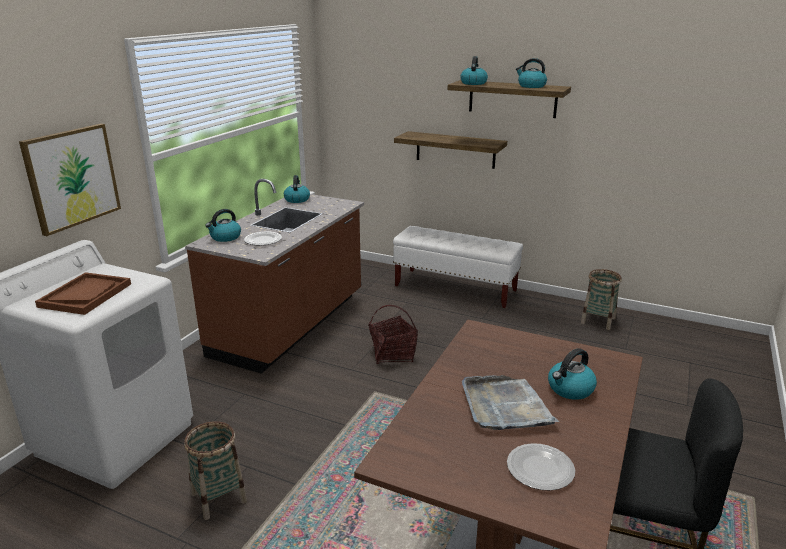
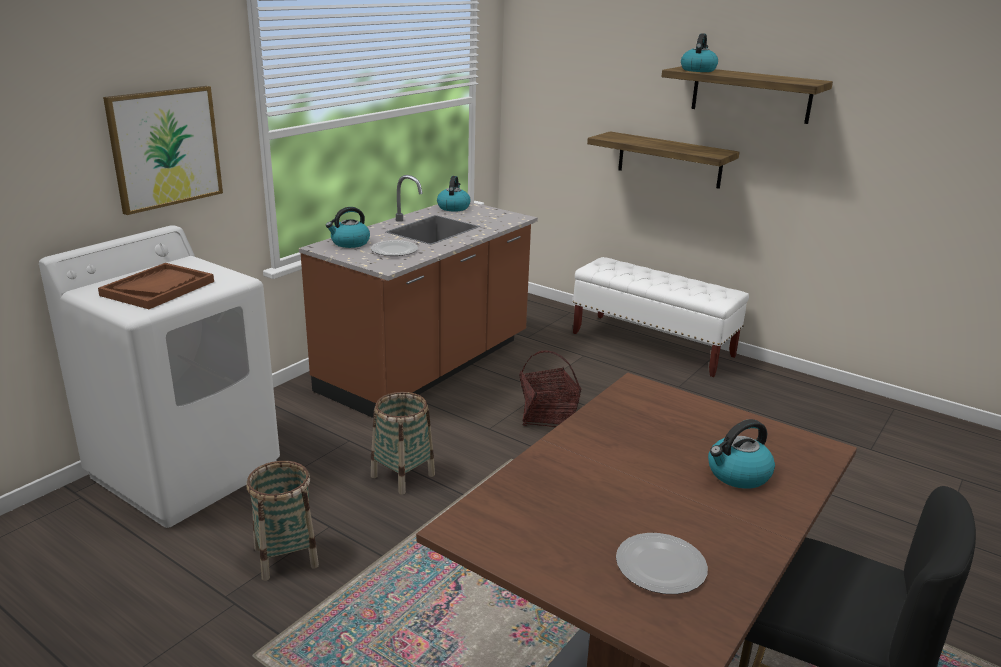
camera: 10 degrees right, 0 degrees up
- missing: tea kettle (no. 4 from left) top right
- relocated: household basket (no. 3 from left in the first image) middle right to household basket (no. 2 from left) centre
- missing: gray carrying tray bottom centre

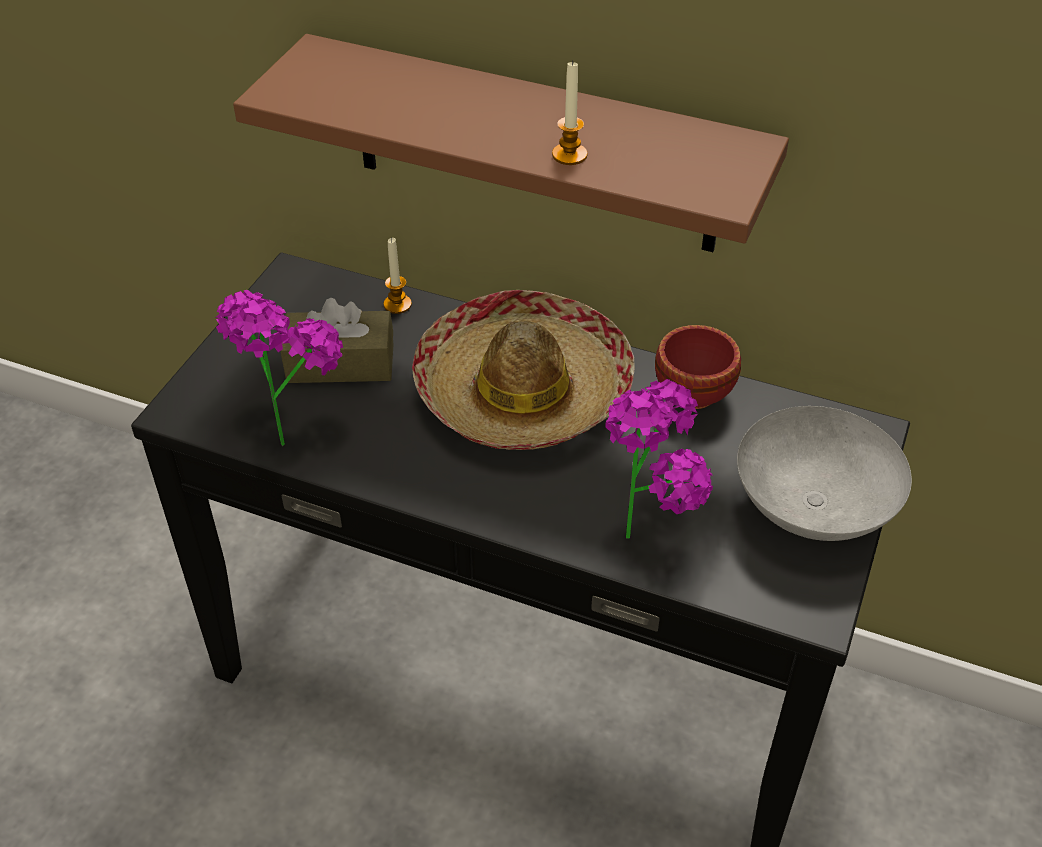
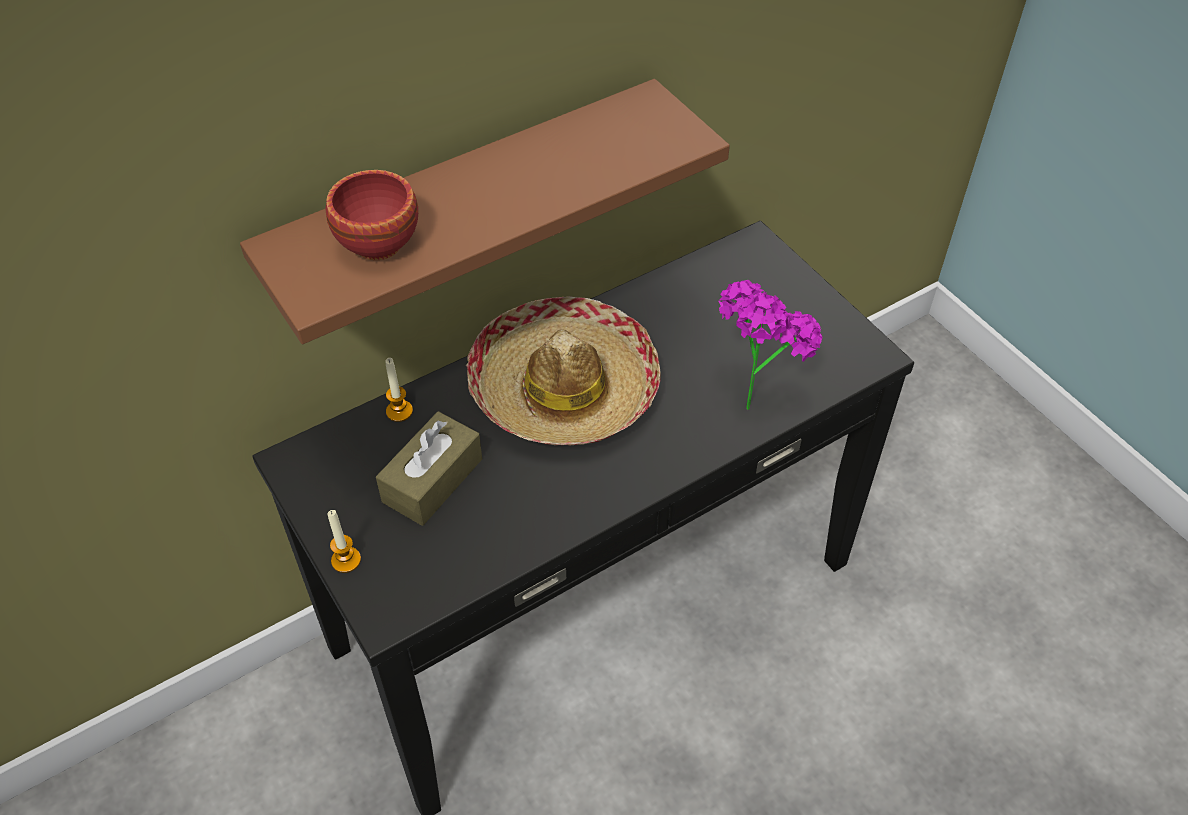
camera: 55 degrees left, 5 degrees up
- relocated: wax light (no. 2 from left in the first image) top centre to wax light (no. 1 from left) middle left
- missing: plant in a pot (no. 1 from left) middle left
- relocated: red serving bowl middle right to top left
- missing: gray serving bowl middle right

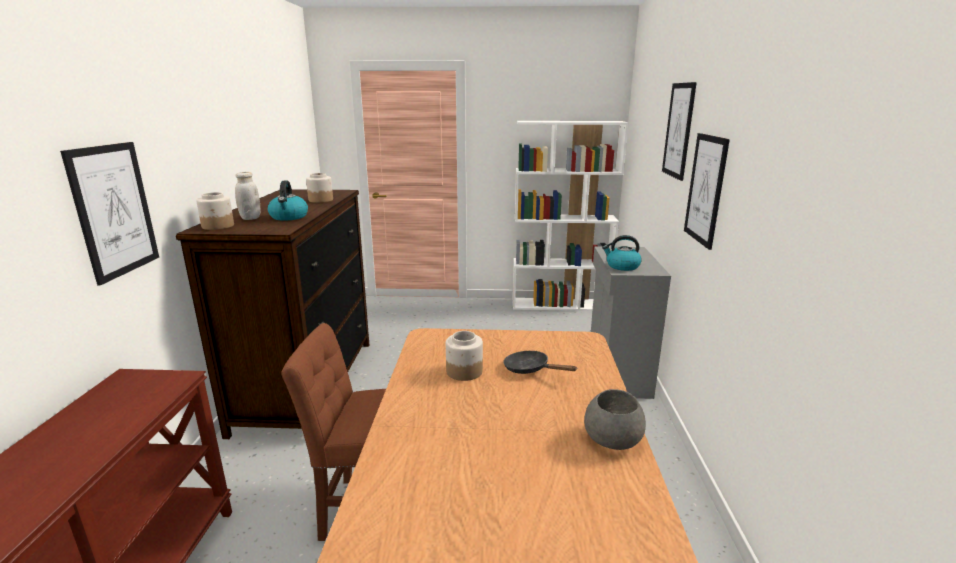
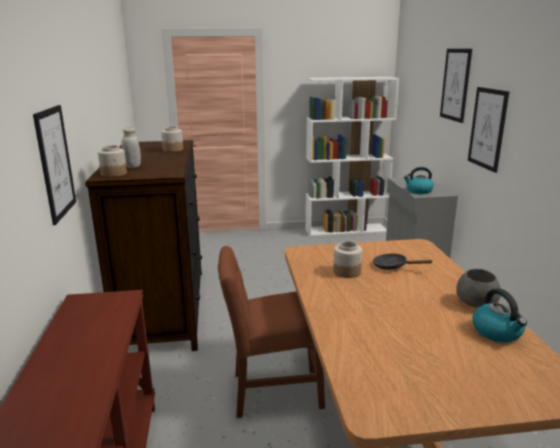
camera: 10 degrees left, 0 degrees up
- relocated: tea kettle (no. 1 from left in the first image) middle left to tea kettle (no. 2 from left) bottom right

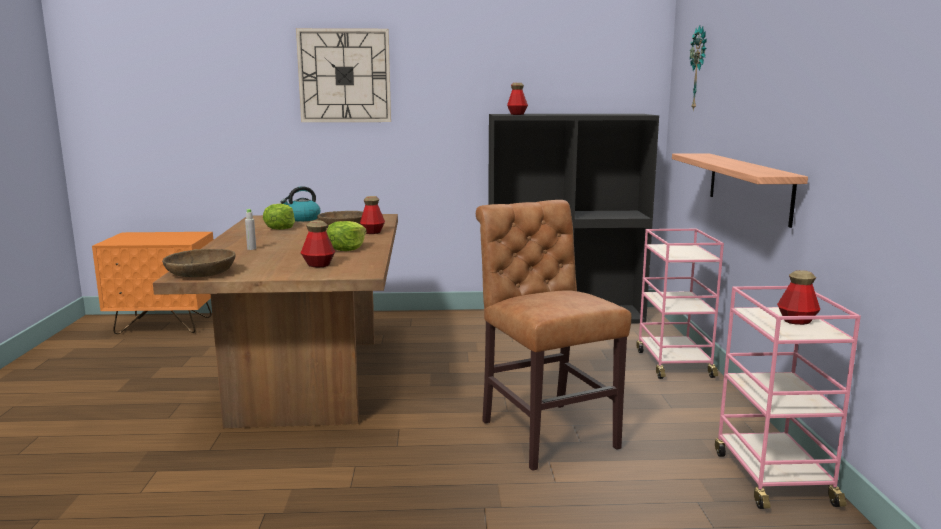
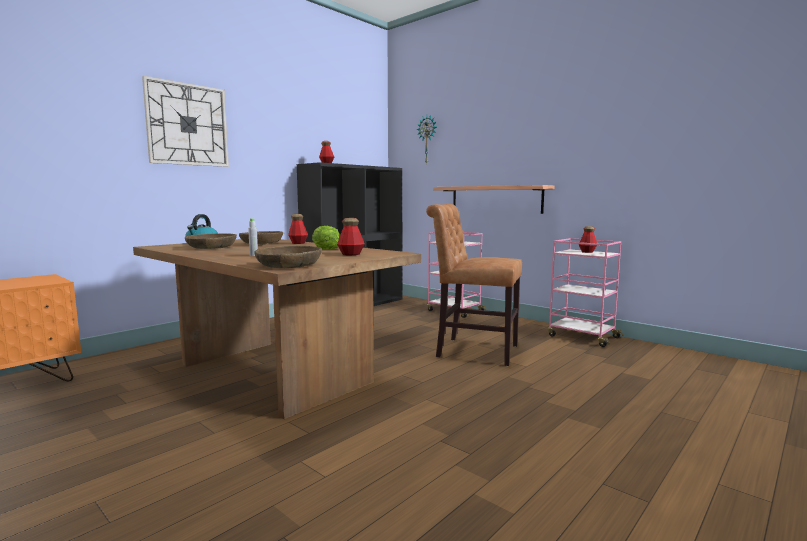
camera: 45 degrees left, 5 degrees down
- exchanged: lettuce head (no. 1 from left) middle left to brownish serving bowl (no. 1 from left) middle left

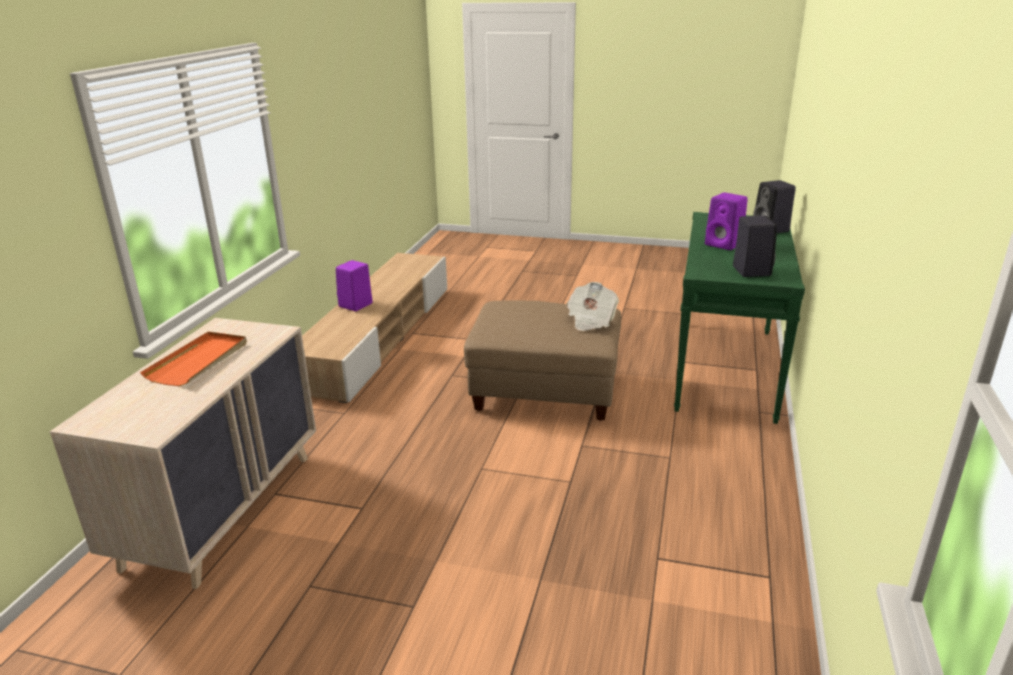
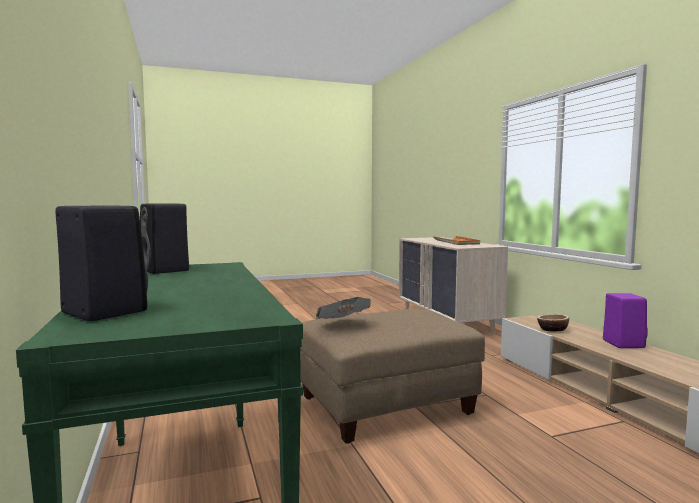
camera: 145 degrees right, 20 degrees down
- missing: purplish loudspeaker (no. 2 from left) top right
- appeared: serving bowl middle right

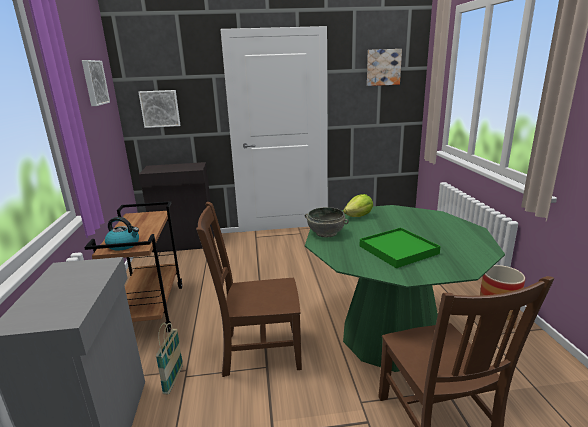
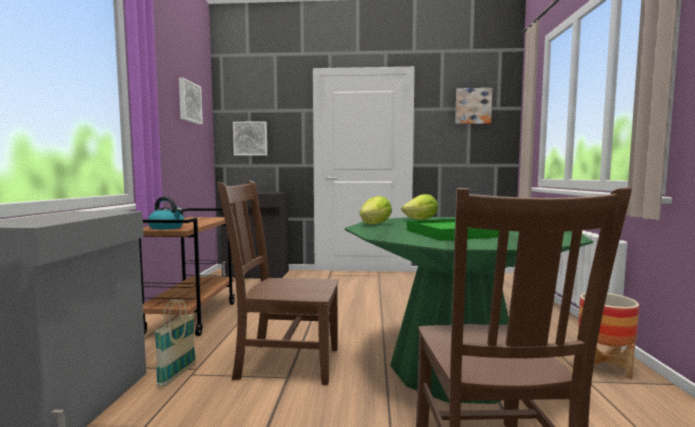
camera: 10 degrees right, 15 degrees down
- exchanged: gray serving bowl centre to lettuce head (no. 1 from left) centre

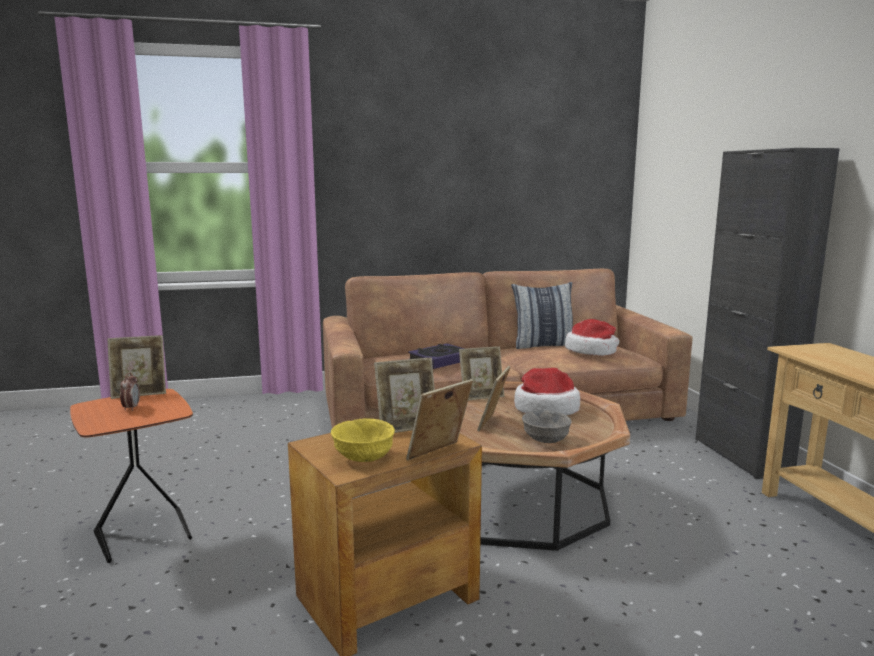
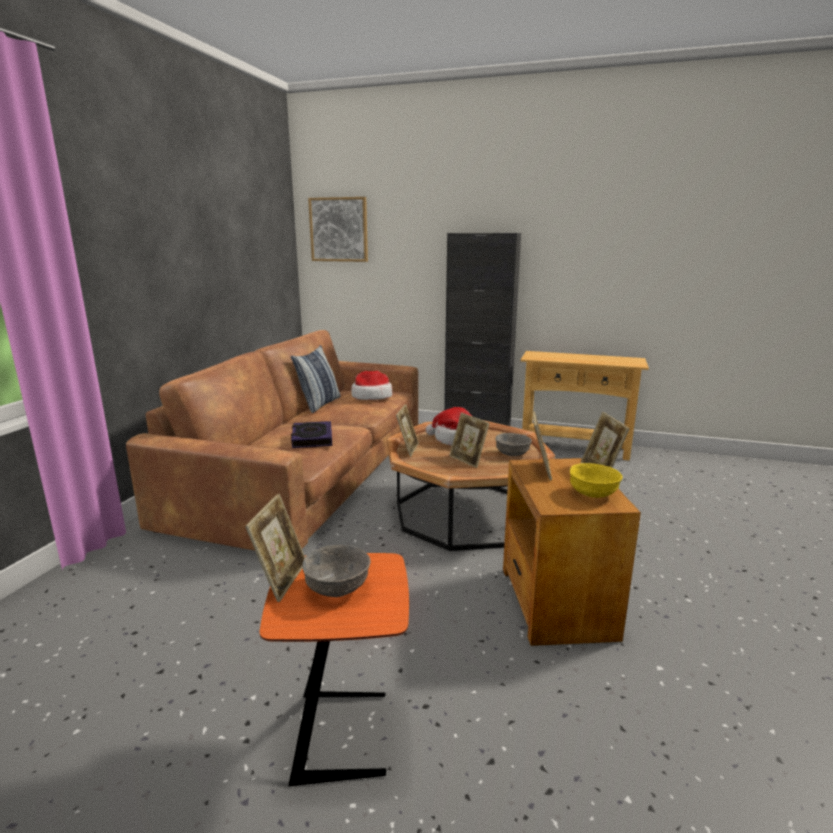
camera: 60 degrees left, 5 degrees up
- exchanged: bedside clock middle left to gray serving bowl (no. 1 from left) bottom centre
- appeared: picture top centre

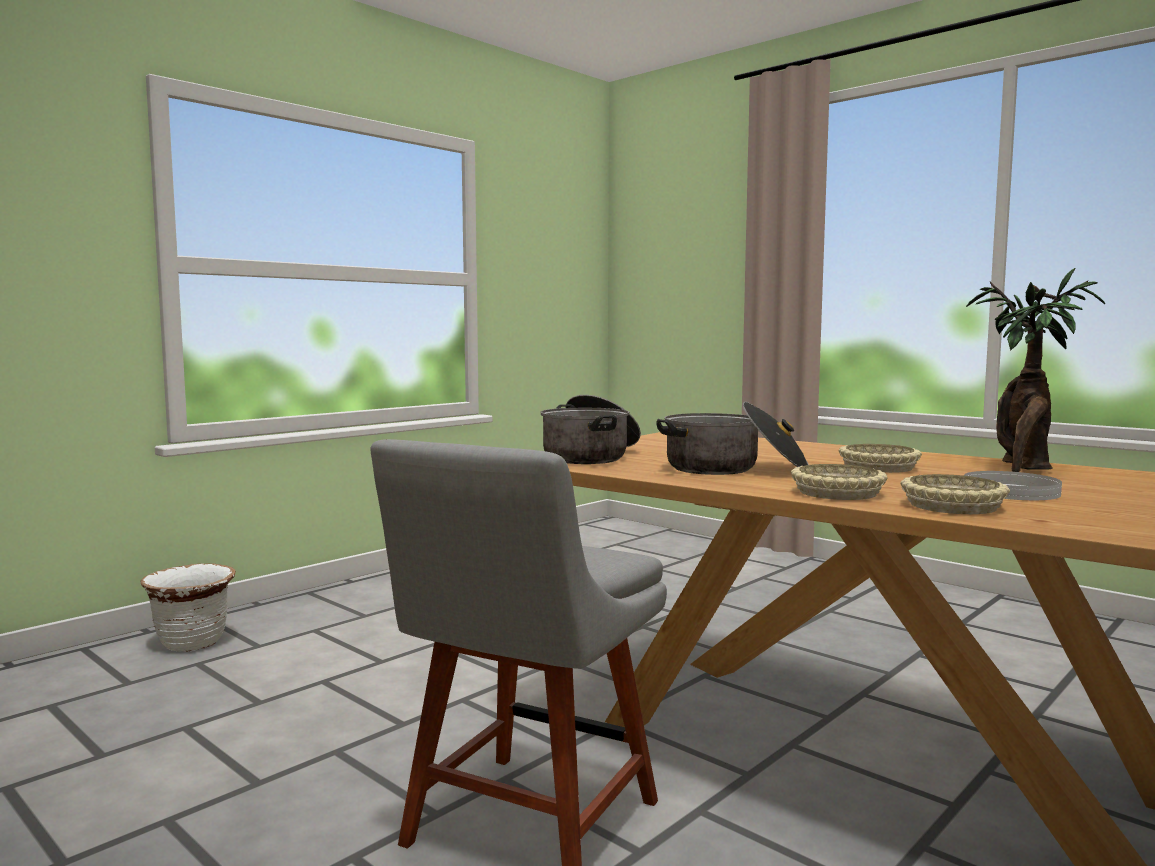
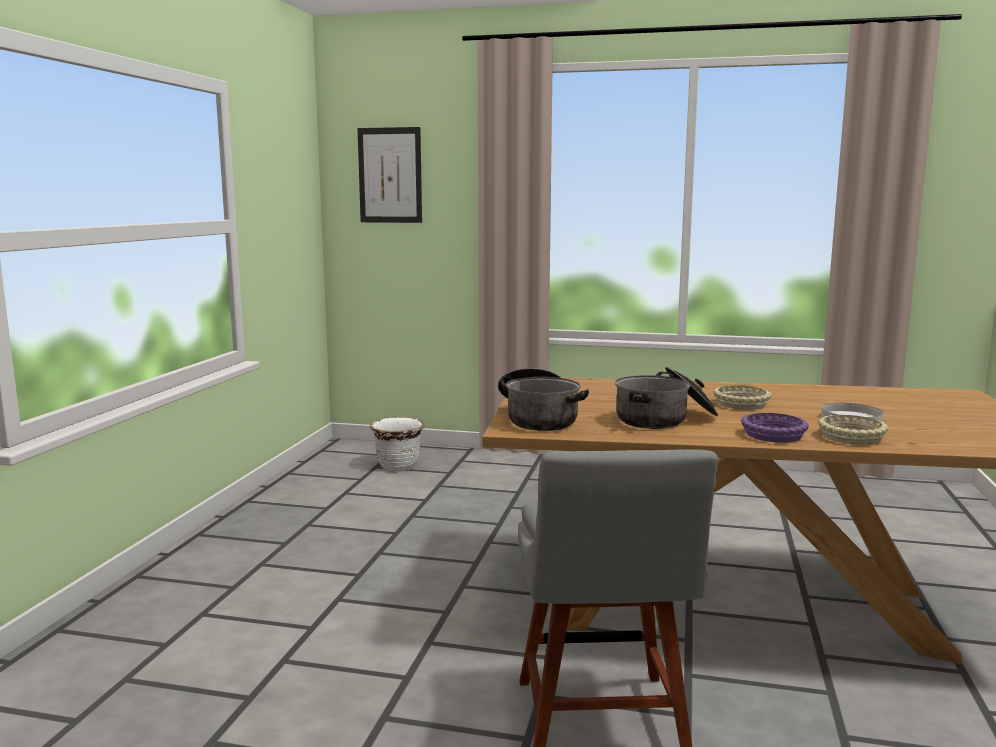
camera: 30 degrees left, 5 degrees up
- missing: plant in a pot middle right
- colour: beige-coloured serving bowl (no. 1 from left) middle right to purplish serving bowl middle right
- relocated: white-coloured planter bottom left to centre
- appeared: picture top centre

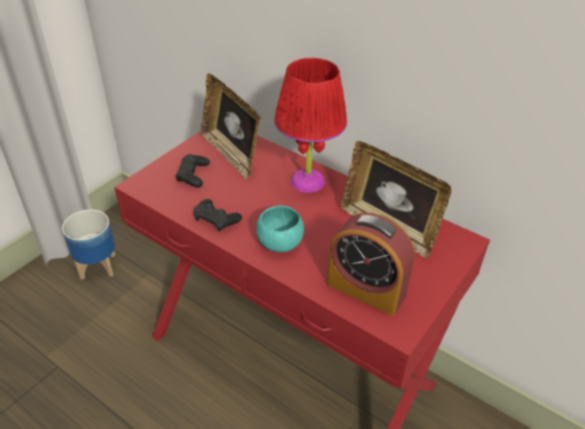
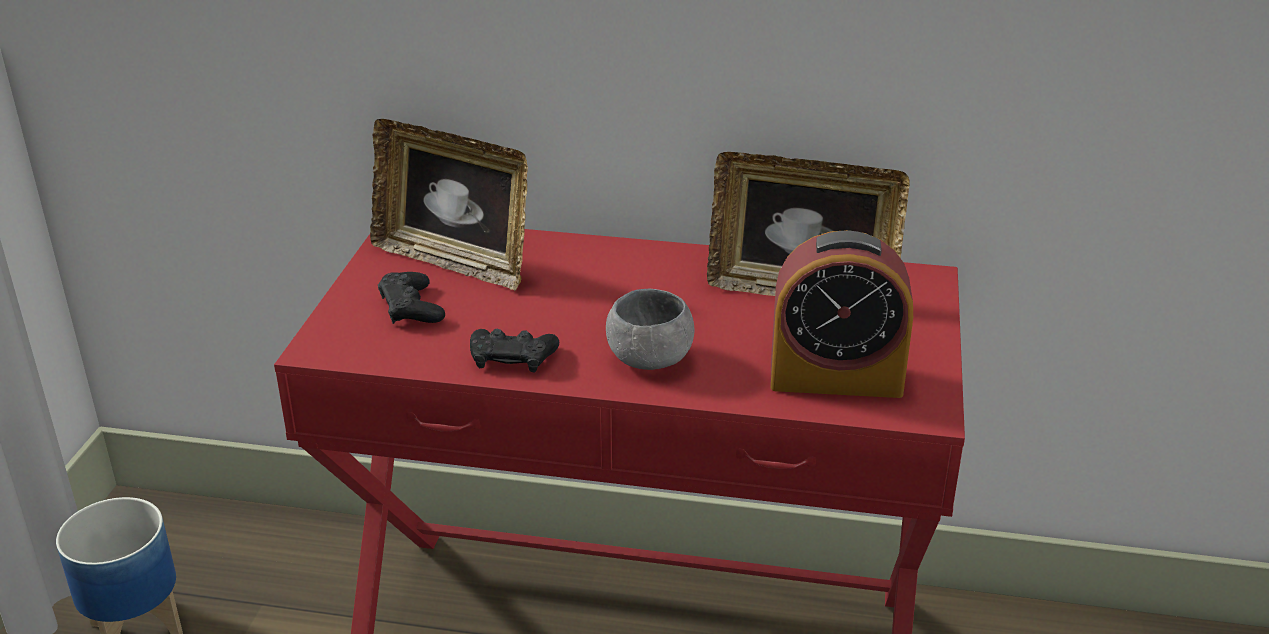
camera: 25 degrees left, 10 degrees down
- missing: red tabletop lamp top centre
- colour: turquoise serving bowl centre to gray serving bowl centre

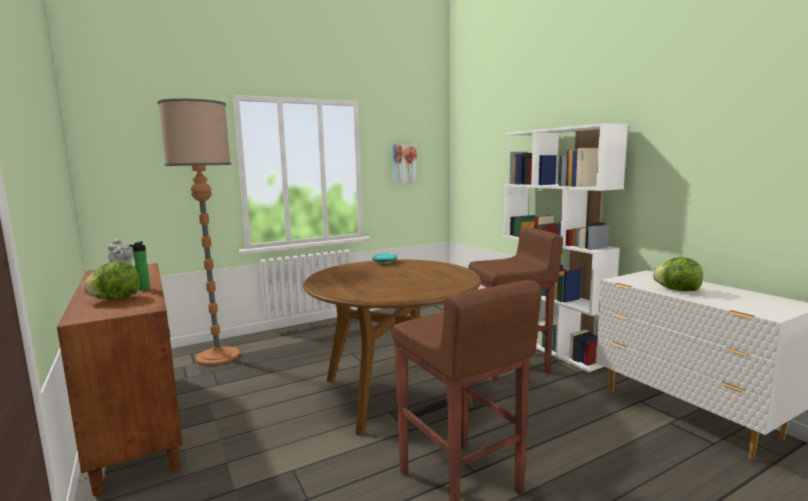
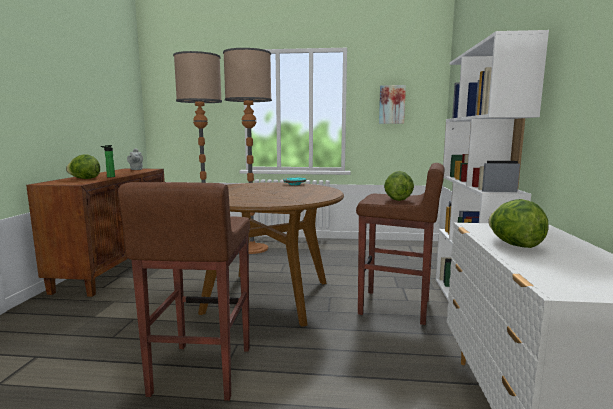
camera: 35 degrees right, 0 degrees up
- appeared: standing lamp (no. 2 from left) centre
- appeared: lettuce head (no. 2 from left) centre

